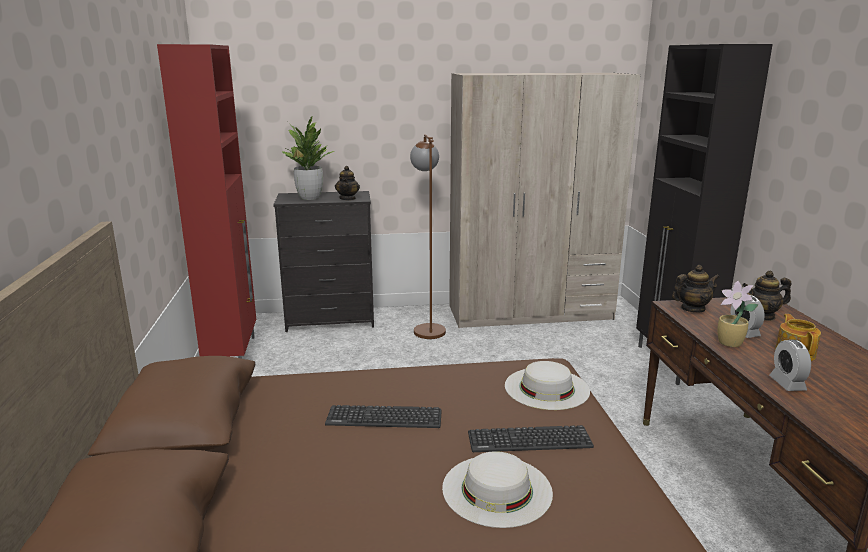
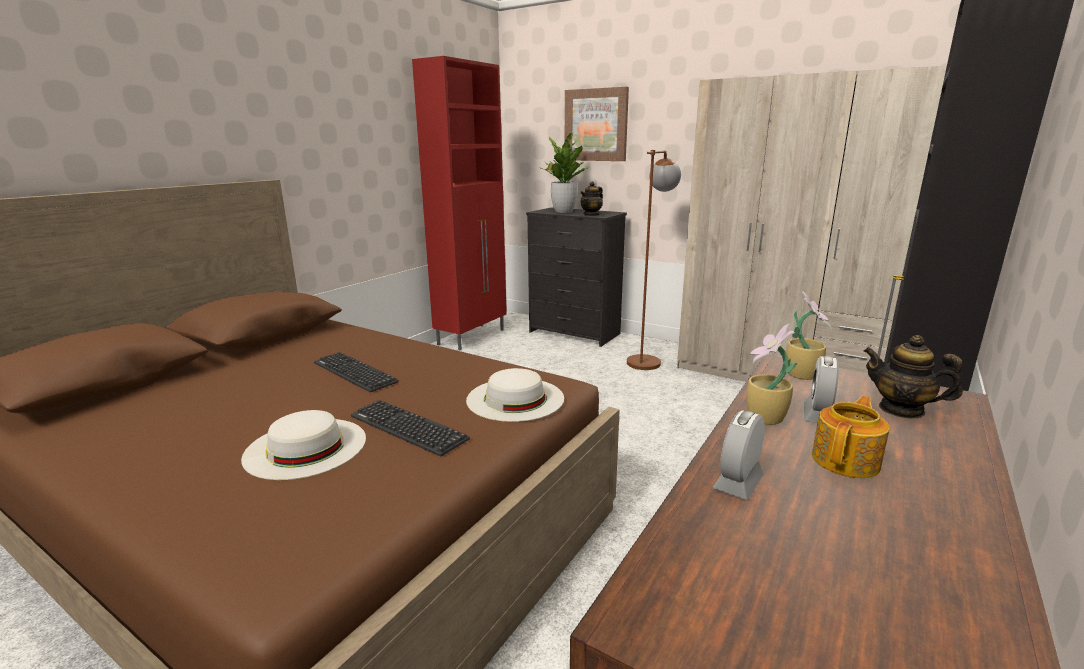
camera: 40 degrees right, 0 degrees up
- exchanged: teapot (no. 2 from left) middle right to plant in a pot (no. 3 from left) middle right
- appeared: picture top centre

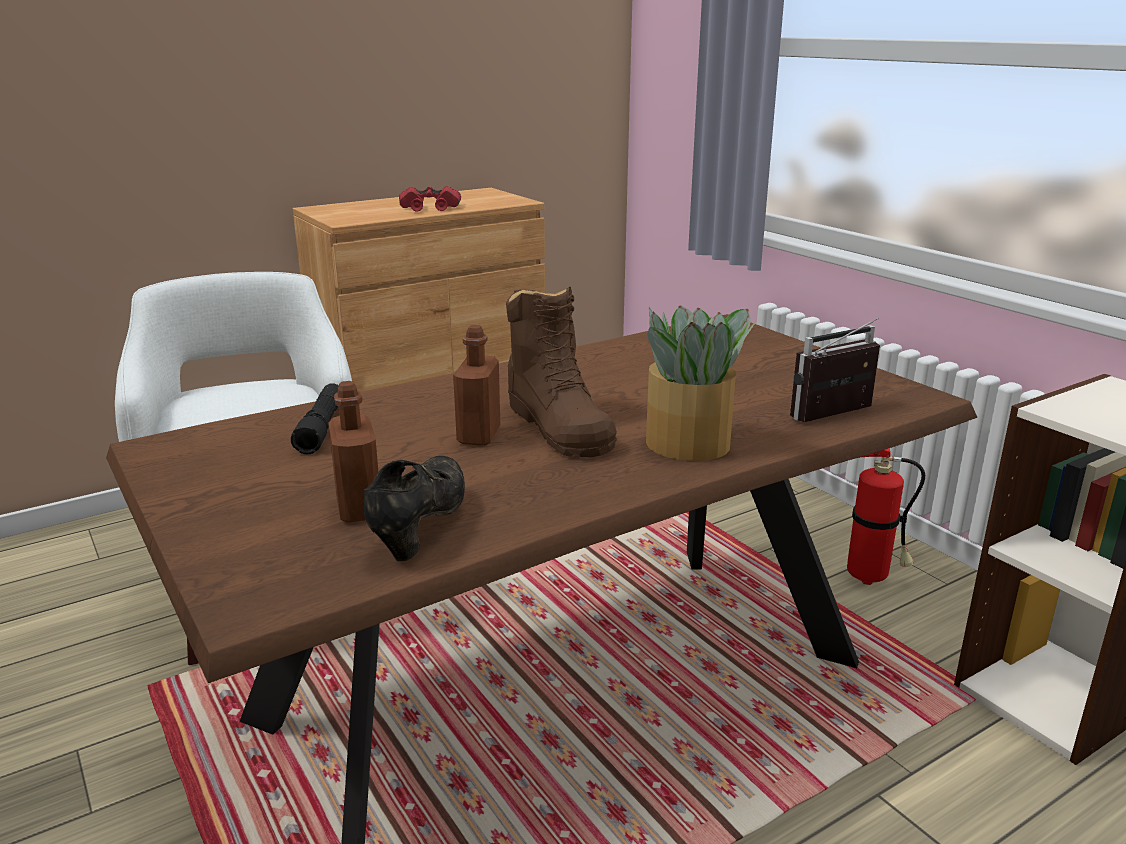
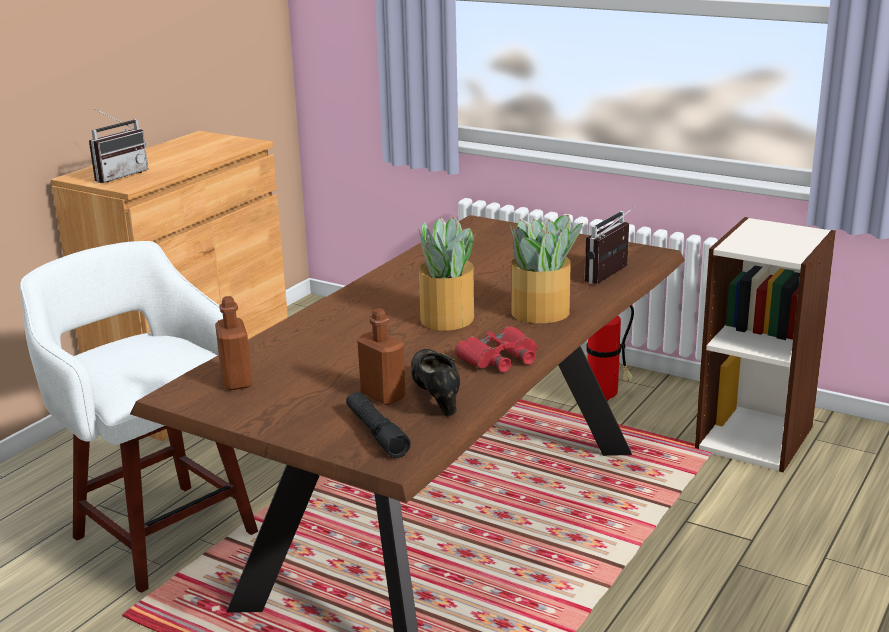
camera: 25 degrees left, 0 degrees up
- relocated: red binoculars top centre to centre
- exchanged: brownish tall boot centre to plant in a pot (no. 1 from left) centre
- relocated: brownish beverage bottle (no. 2 from left in the first image) centre to brownish beverage bottle (no. 1 from left) middle left
- relocated: black hand torch middle left to bottom centre
- appeared: radio receiver (no. 1 from left) top left

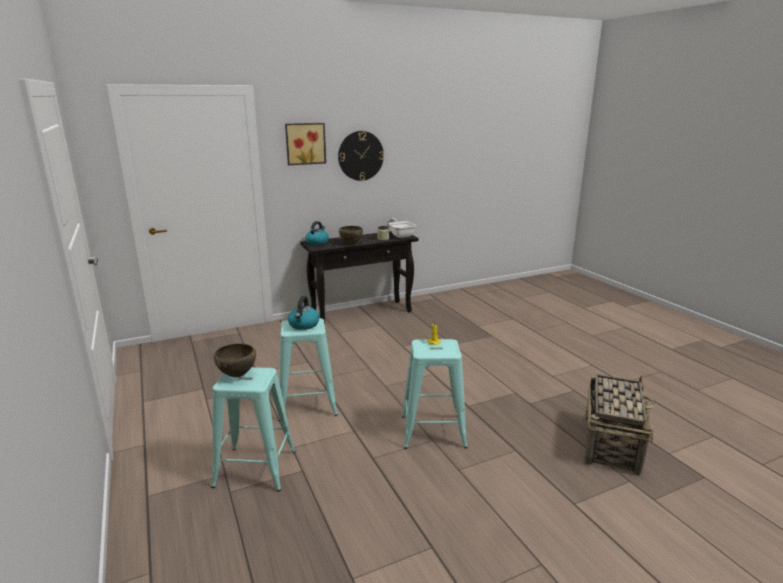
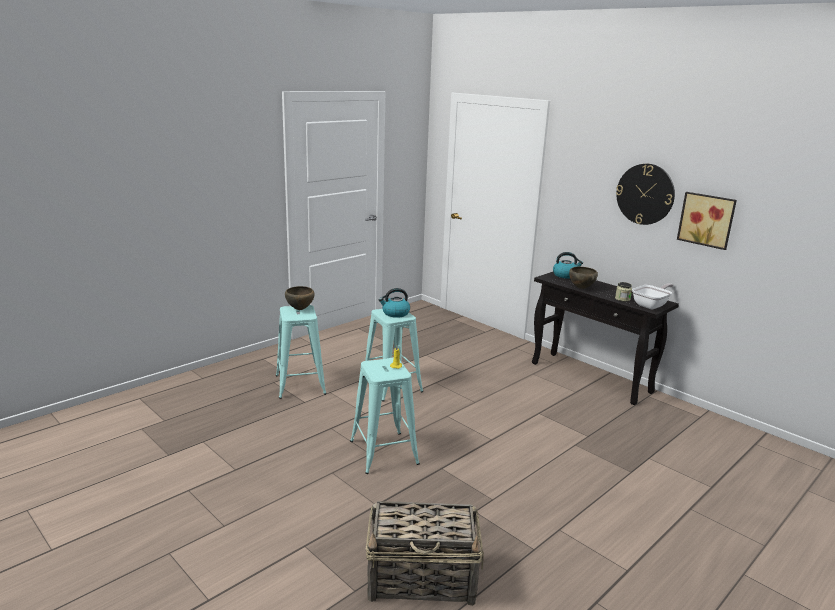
camera: 70 degrees right, 0 degrees up
- relocated: picture top centre to middle right

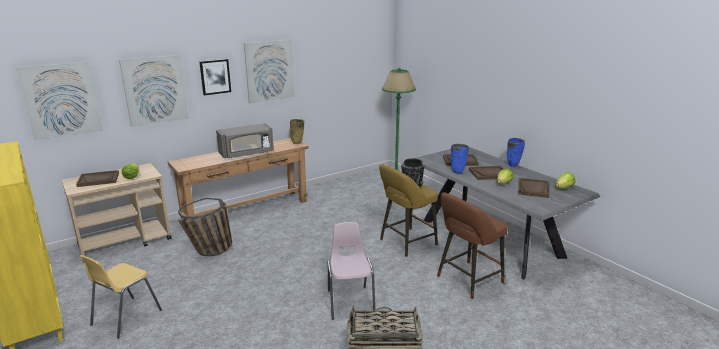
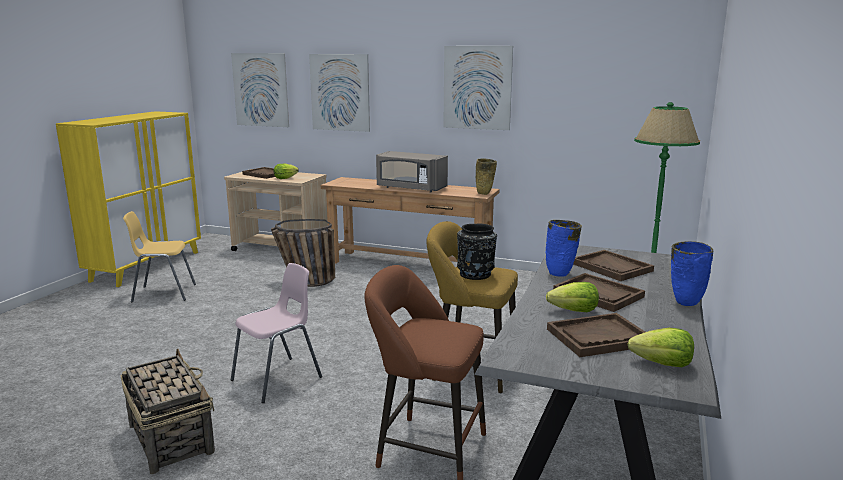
camera: 55 degrees right, 5 degrees down
- missing: picture (no. 3 from left) top left

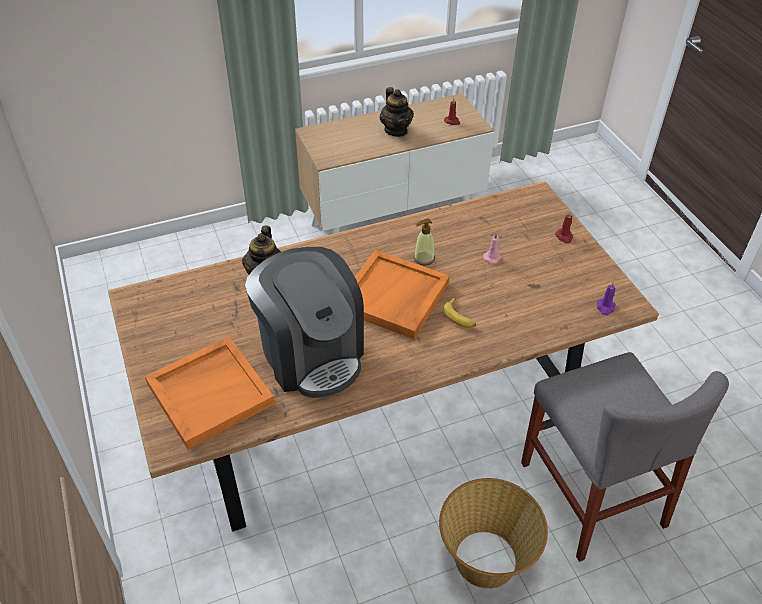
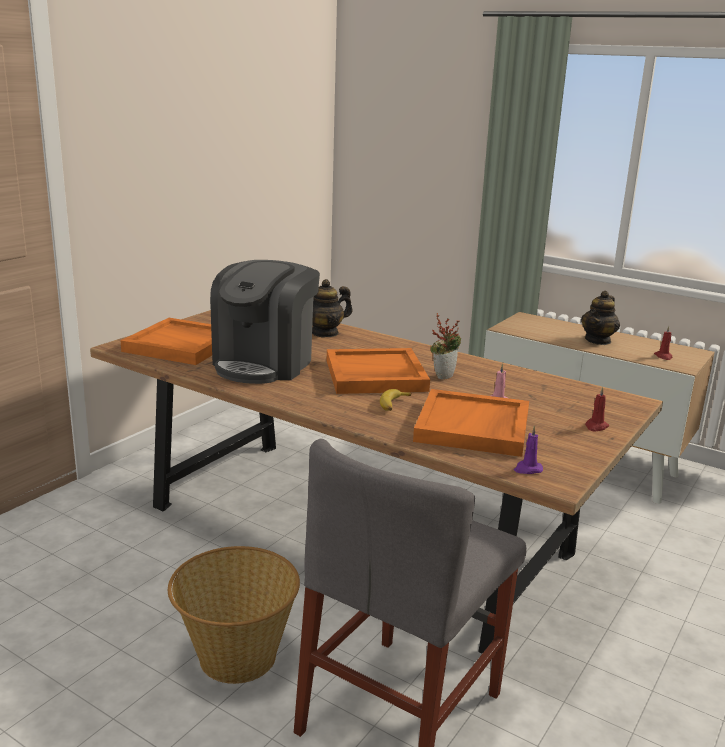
camera: 55 degrees right, 25 degrees down
- exchanged: liquid soap bottle centre to plant in a pot centre
- appeared: orange-coloured carrying tray (no. 3 from left) centre

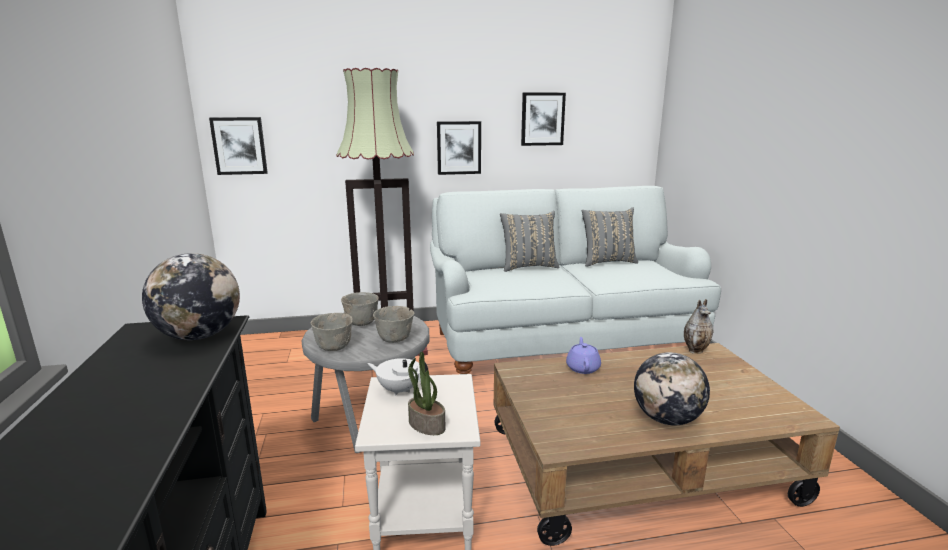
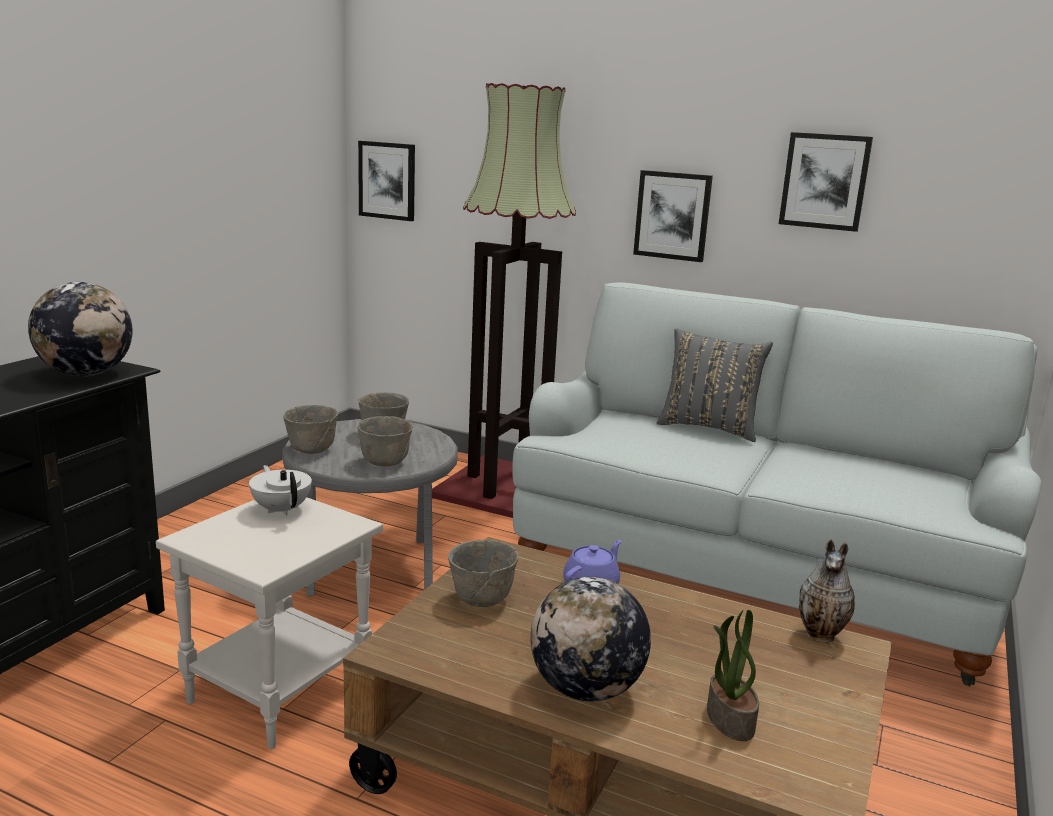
camera: 35 degrees right, 0 degrees up
- missing: gray throw pillow (no. 2 from left) centre
- relocated: plant in a pot bottom centre to bottom right
- appeared: gray serving bowl (no. 4 from left) bottom centre

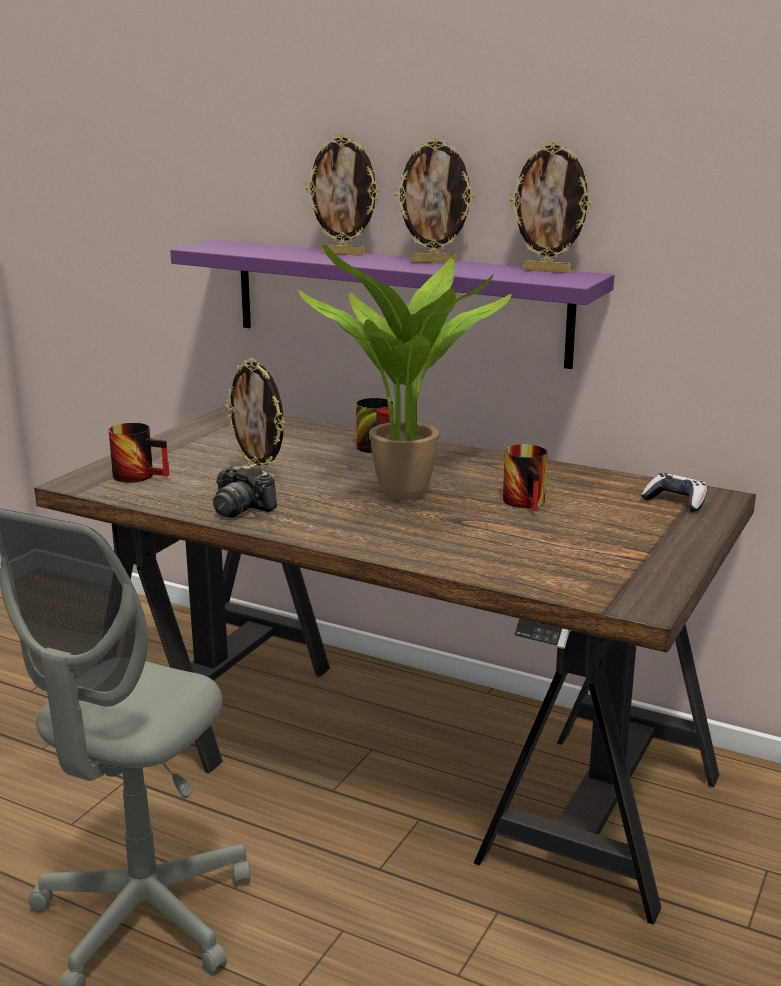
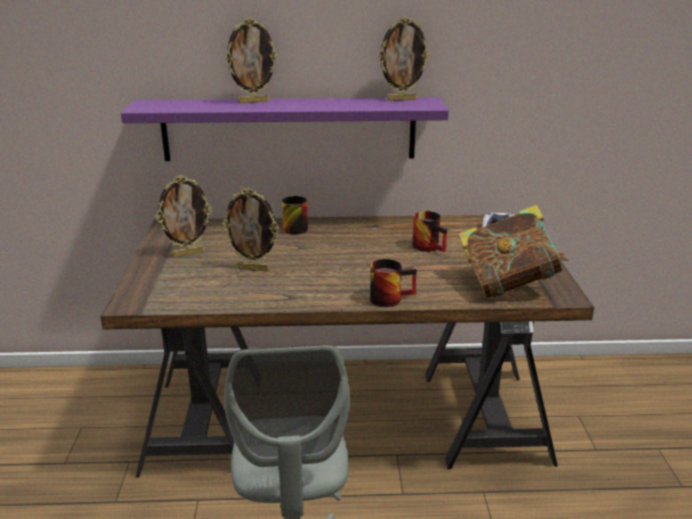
camera: 30 degrees left, 5 degrees up
- relocated: picture frame (no. 3 from left in the first image) top centre to picture frame (no. 1 from left) middle left
- missing: plant in a pot centre
- relocated: coffee mug (no. 1 from left in the first image) middle left to coffee mug (no. 2 from left) centre
- missing: still camera middle left
- appeared: book middle right

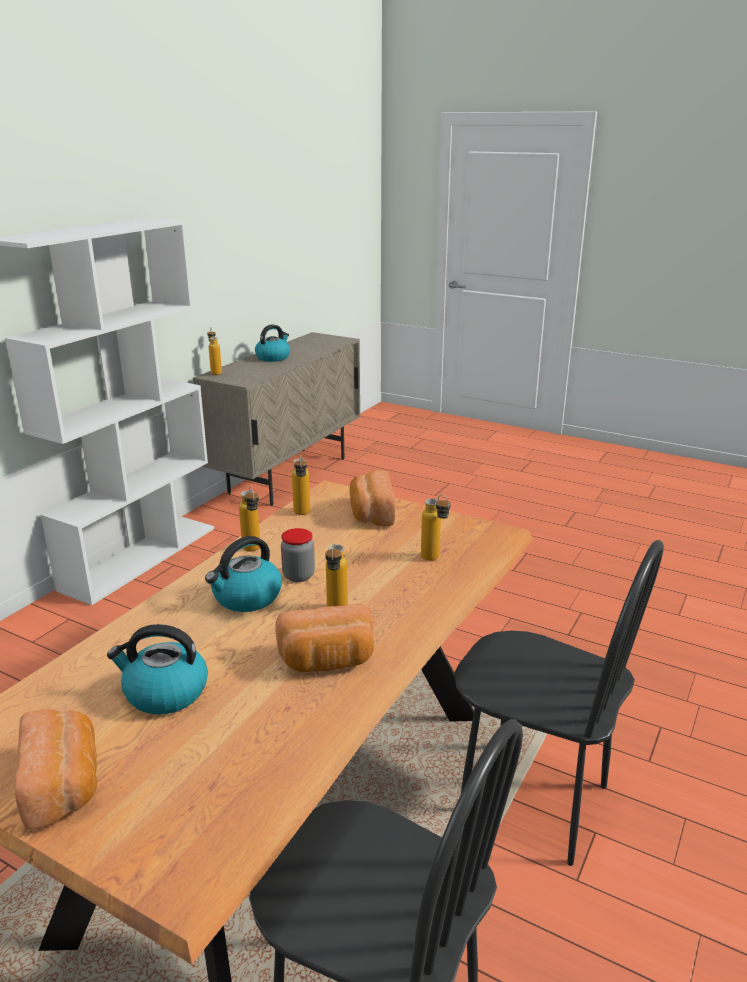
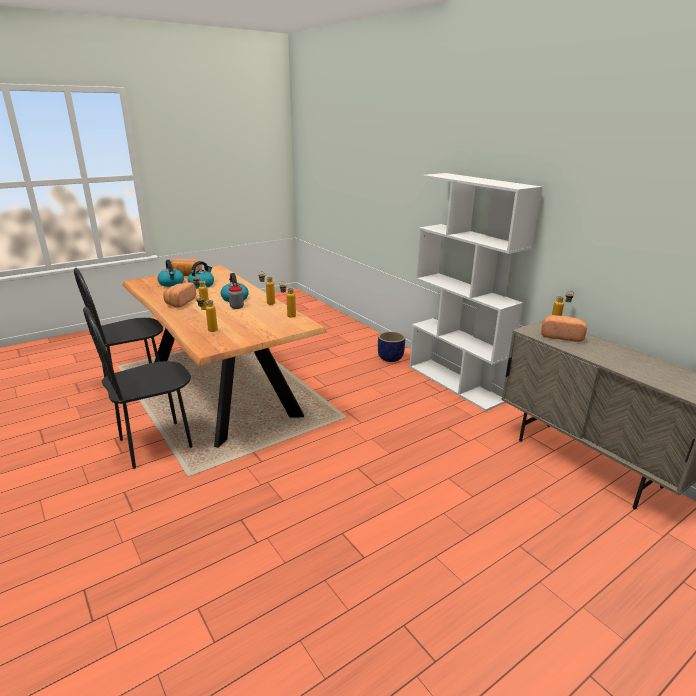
camera: 115 degrees right, 0 degrees up
- relocated: tea kettle (no. 3 from left in the first image) centre to tea kettle (no. 1 from left) middle left
- relocated: baked bread (no. 3 from left) centre to middle right
- appeared: planter centre

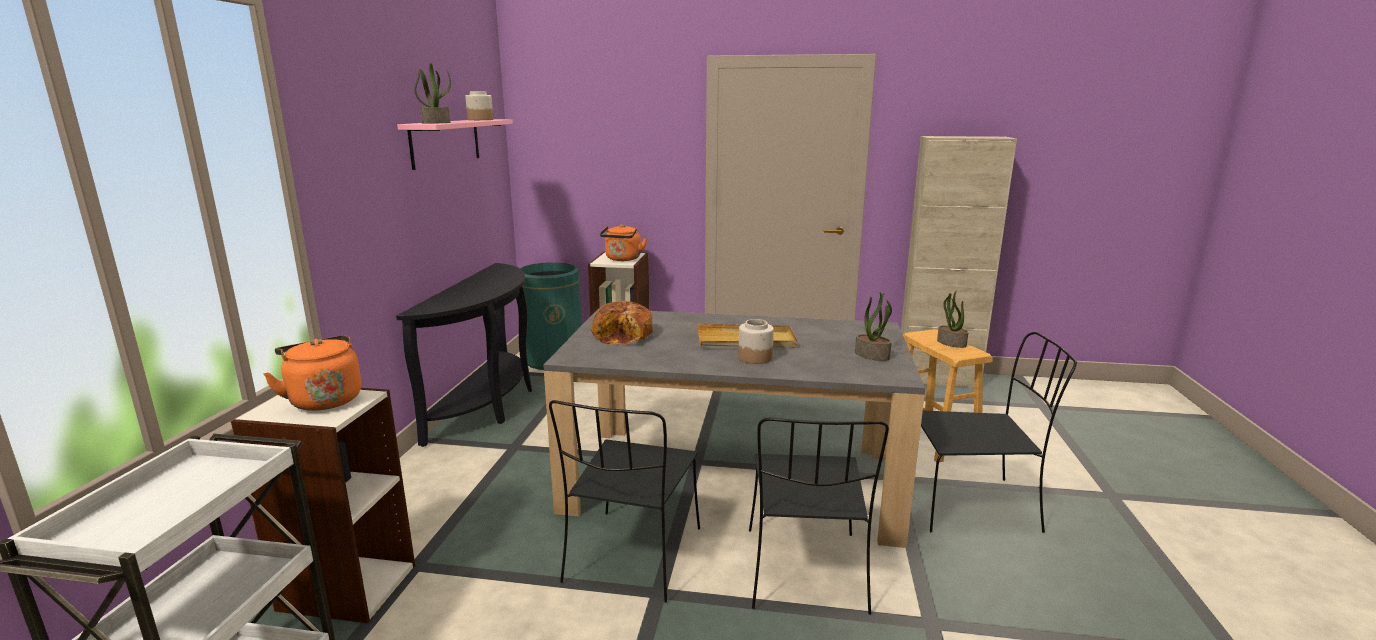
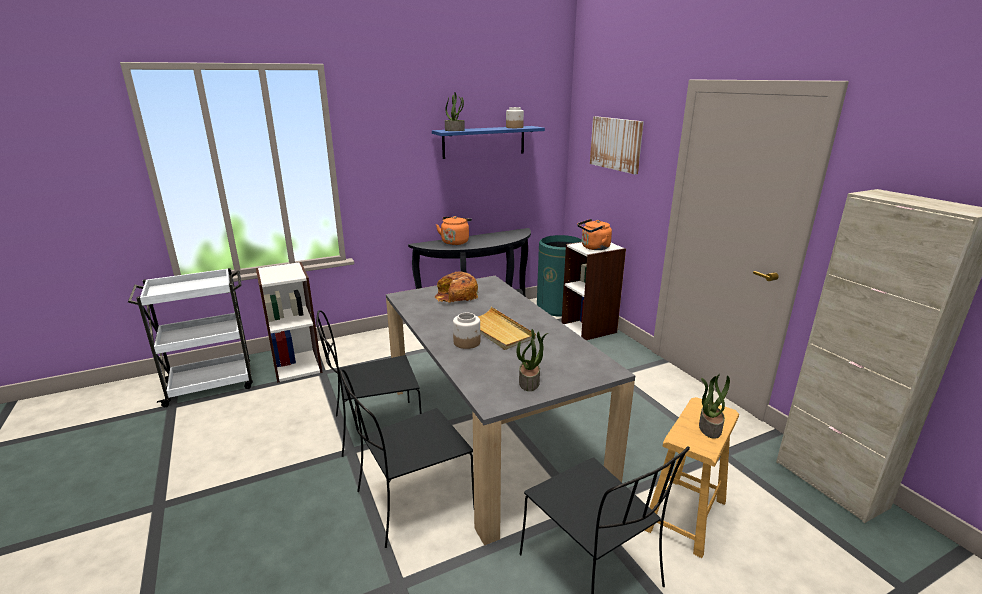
camera: 55 degrees right, 5 degrees up
- colour: pinkish bracket shelf top left to blue bracket shelf top centre
- relocated: orange-coloured tea kettle (no. 1 from left) middle left to centre
- appeared: picture top centre

